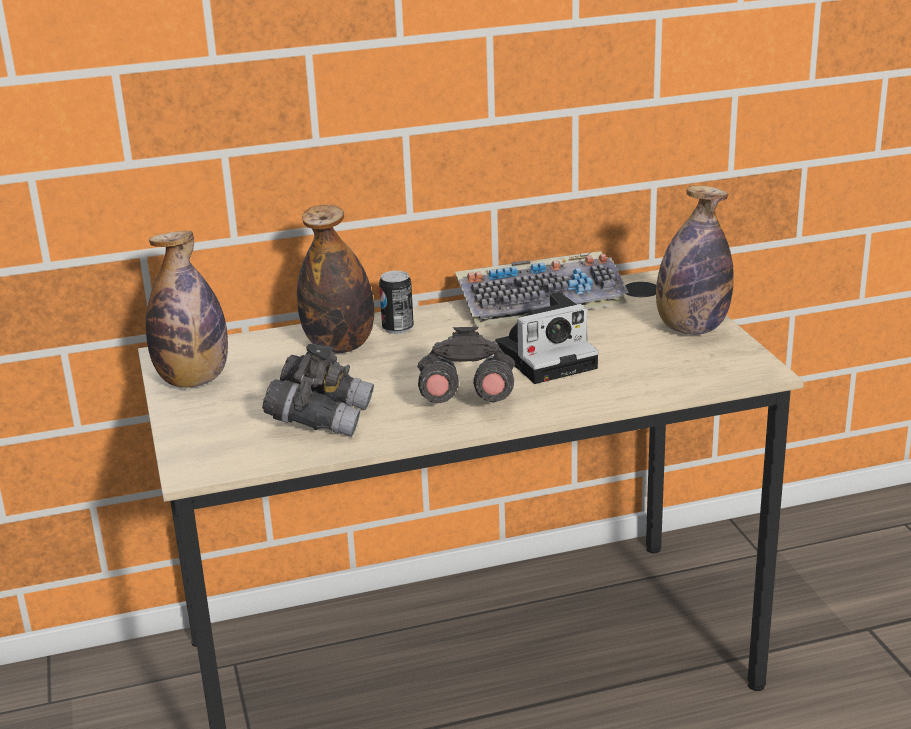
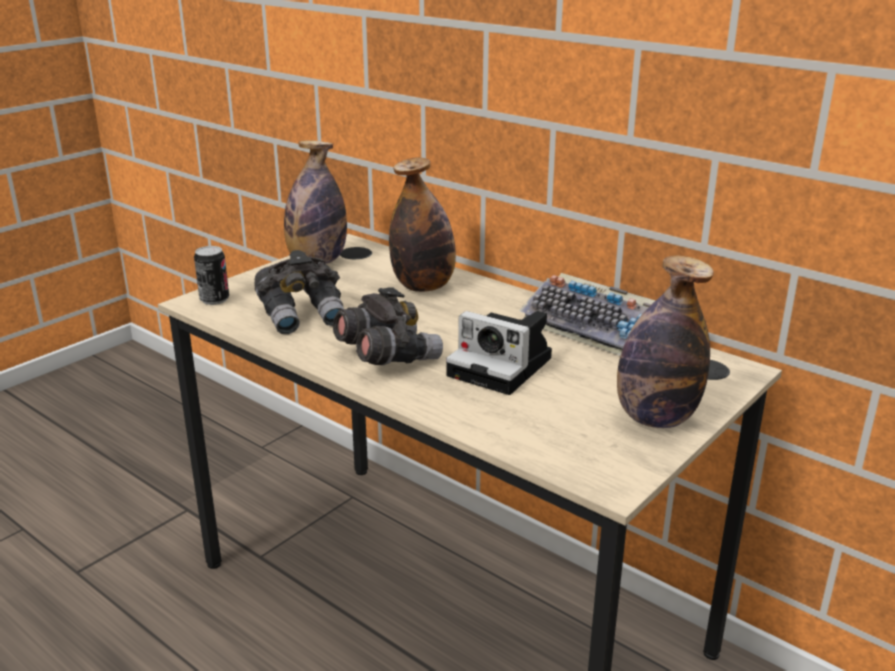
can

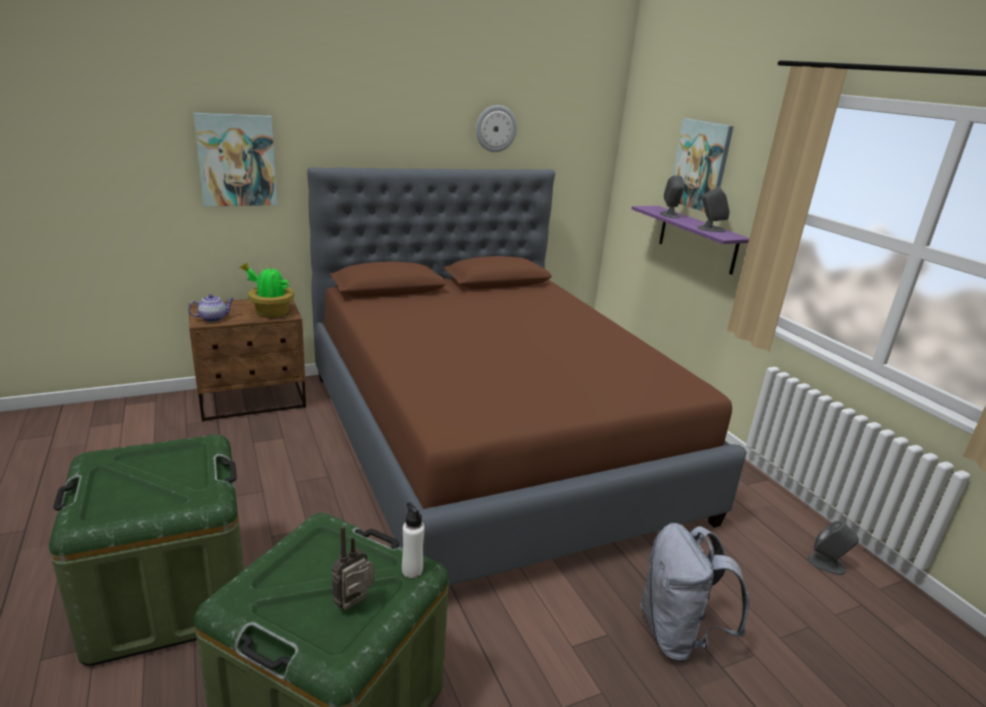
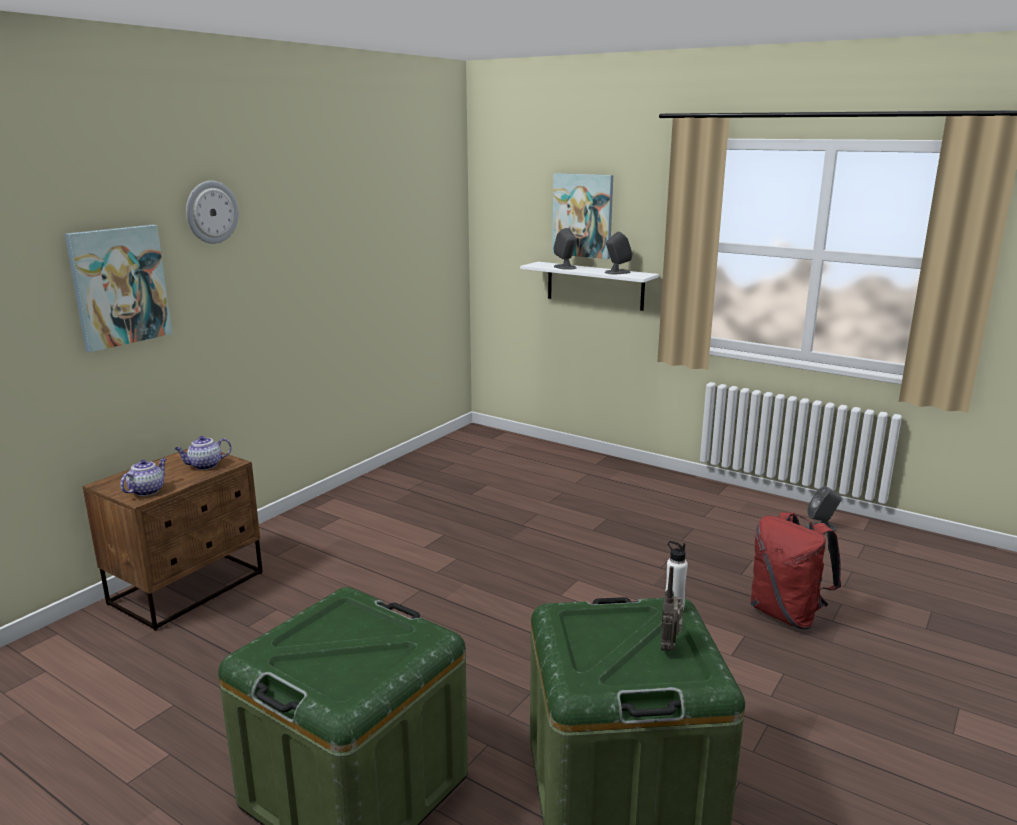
wall_clock; brown_bed; white_shelf; teapot (2nd from left); red_backpack

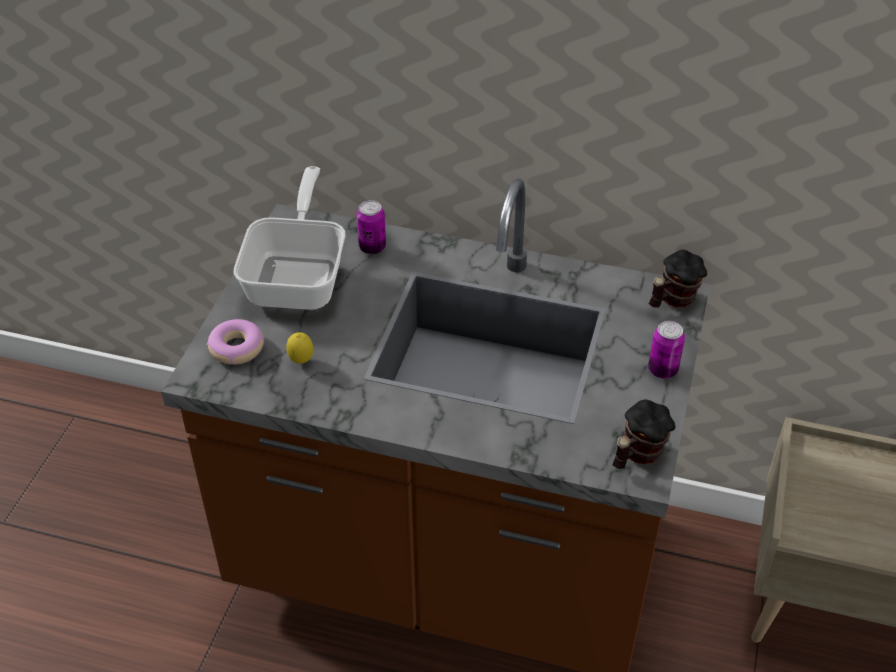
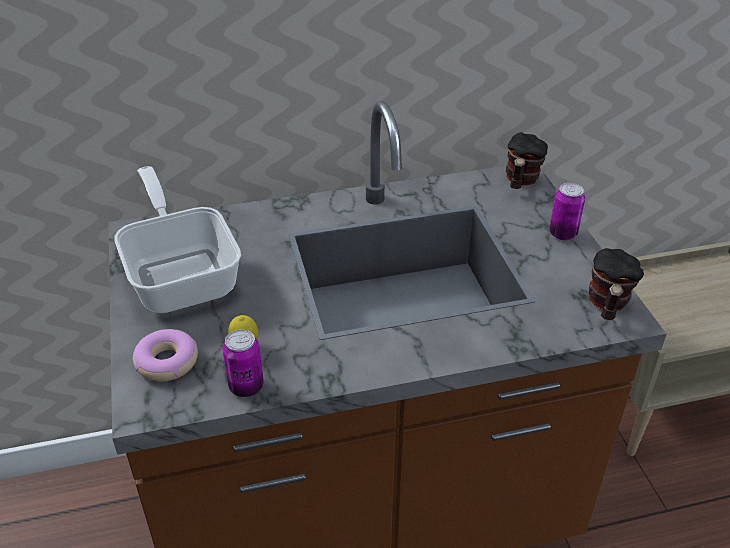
can (1st from left)

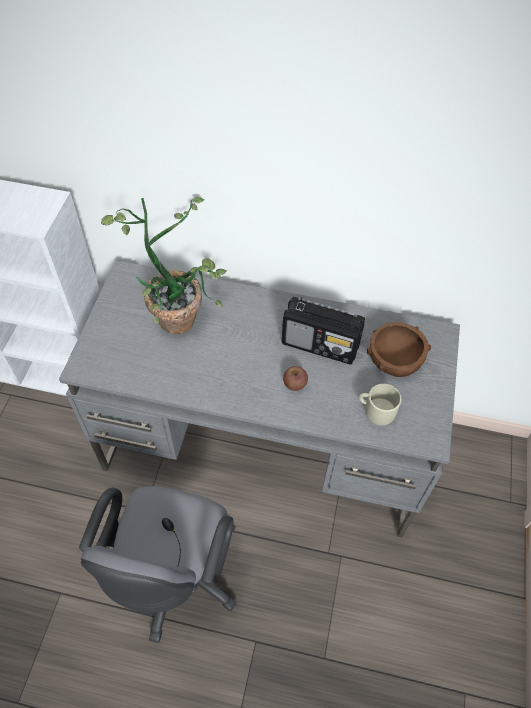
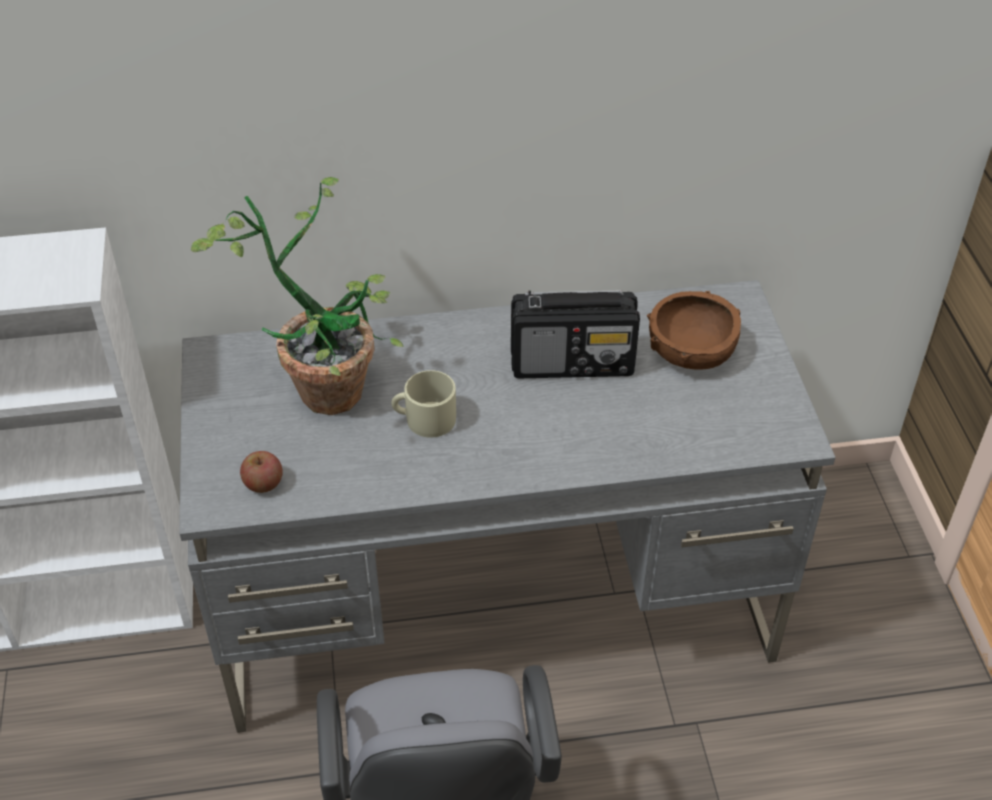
apple; beige_mug

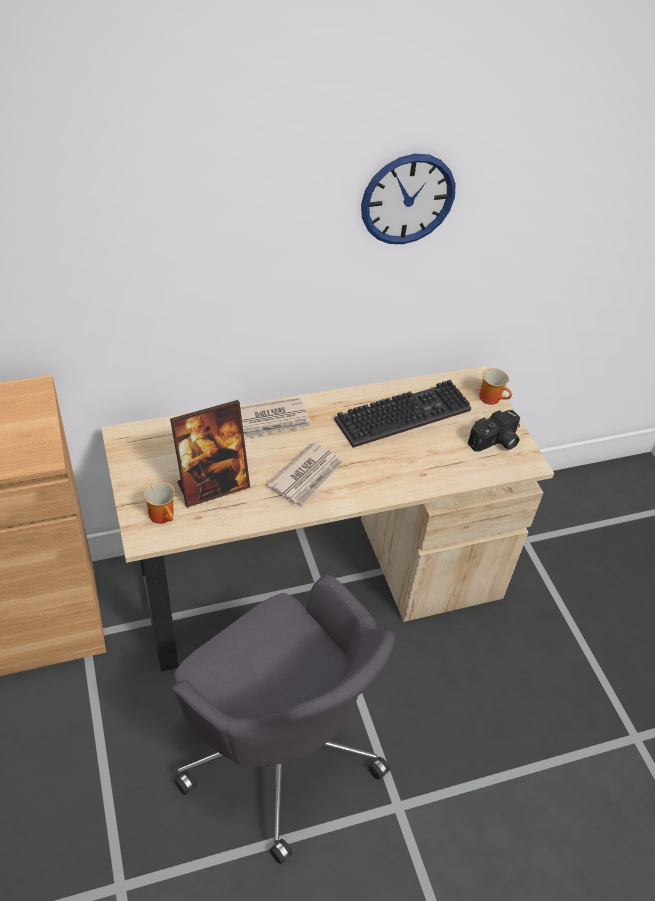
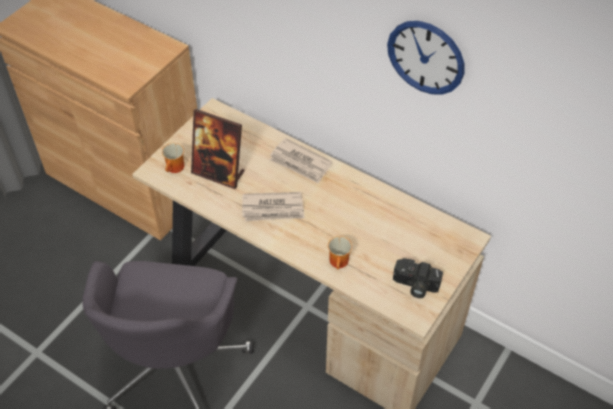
mug (2nd from left); keyboard

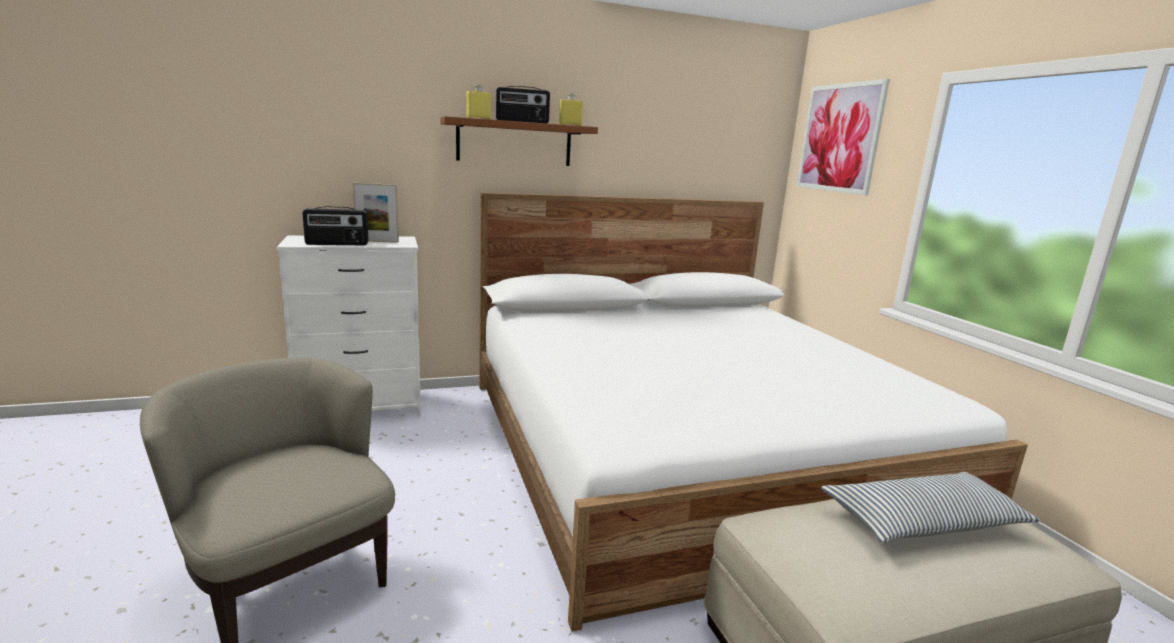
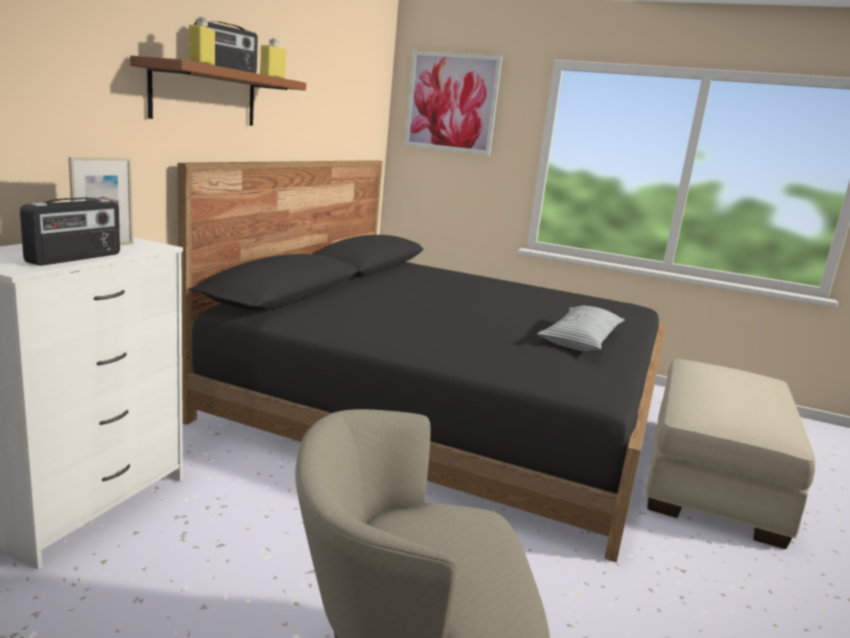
black_bed; pillow

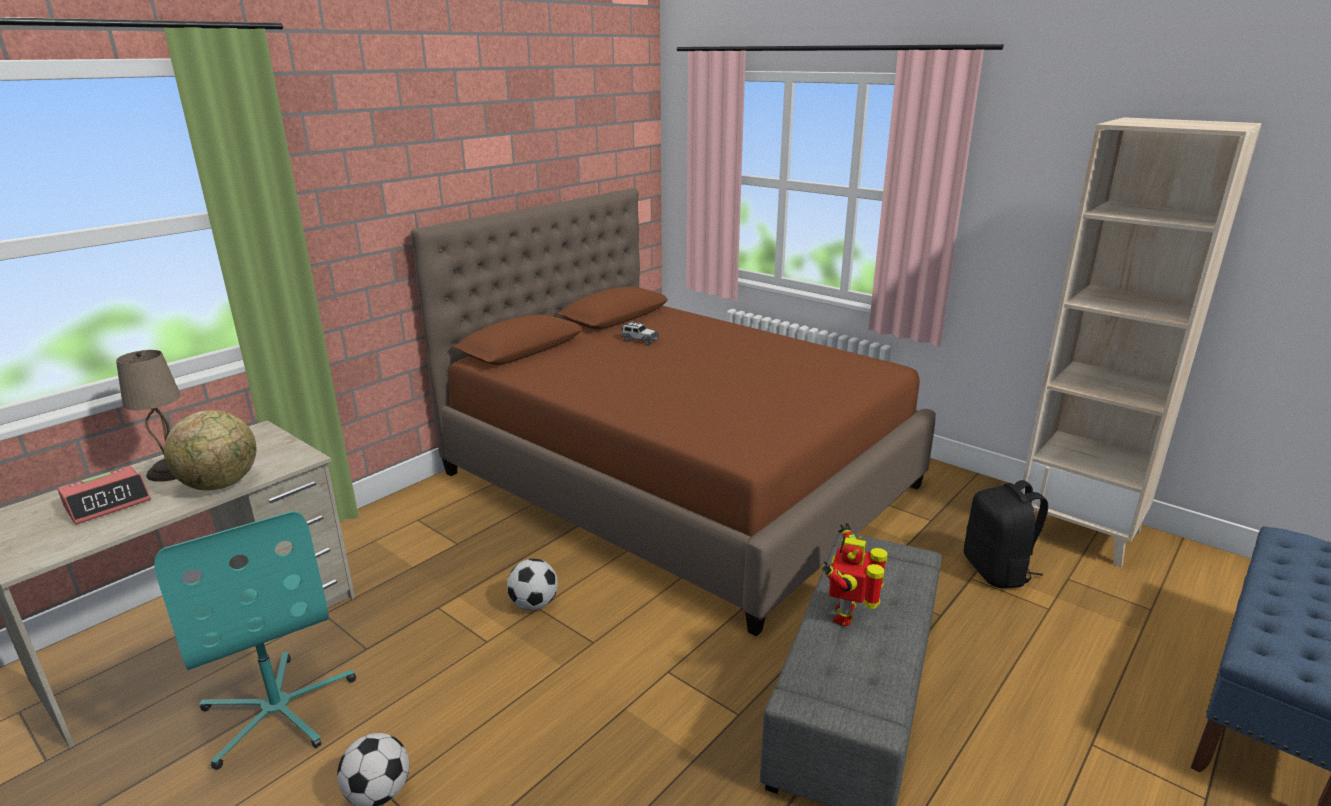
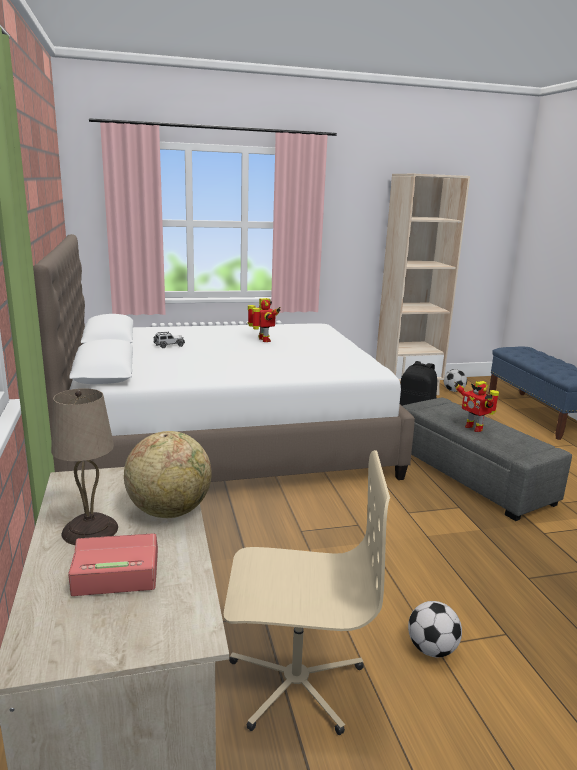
white_bed; alarm_clock; beige_office_chair; football (2nd from left); toy_robot (1st from left)

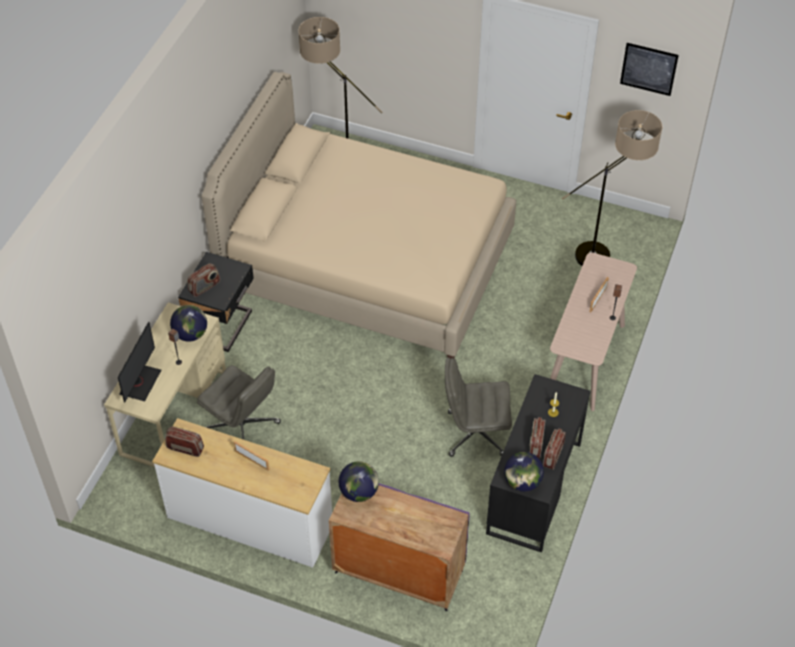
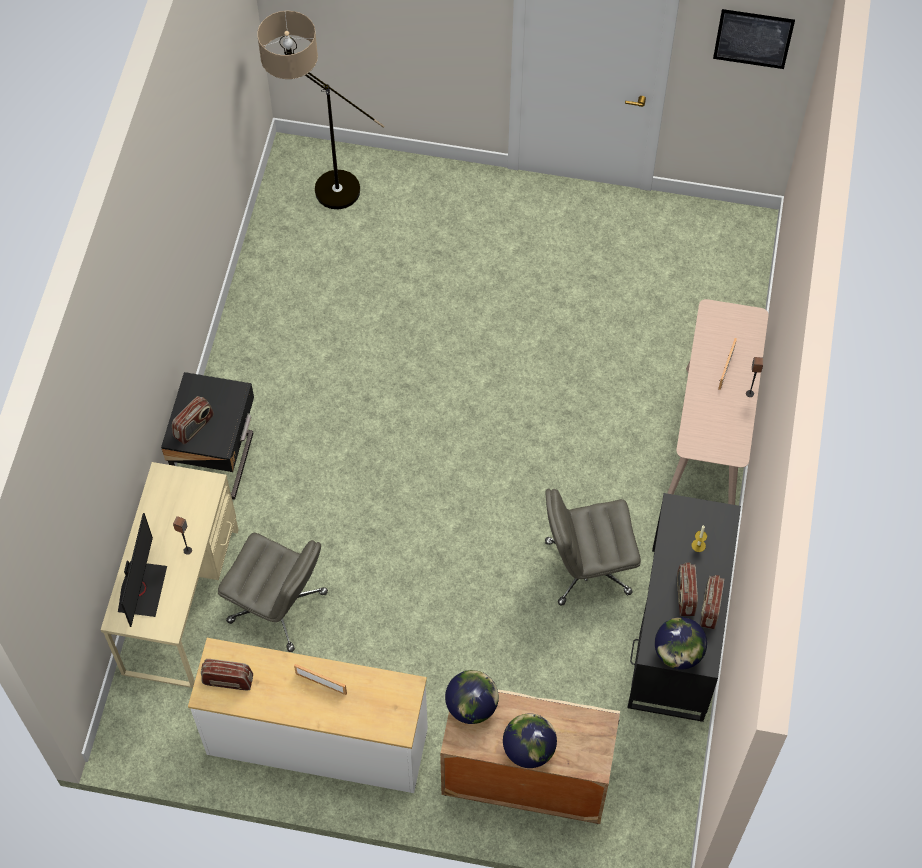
beige_bed; floor_lamp (2nd from left in the first image); globe (2nd from left); beige_cabinet

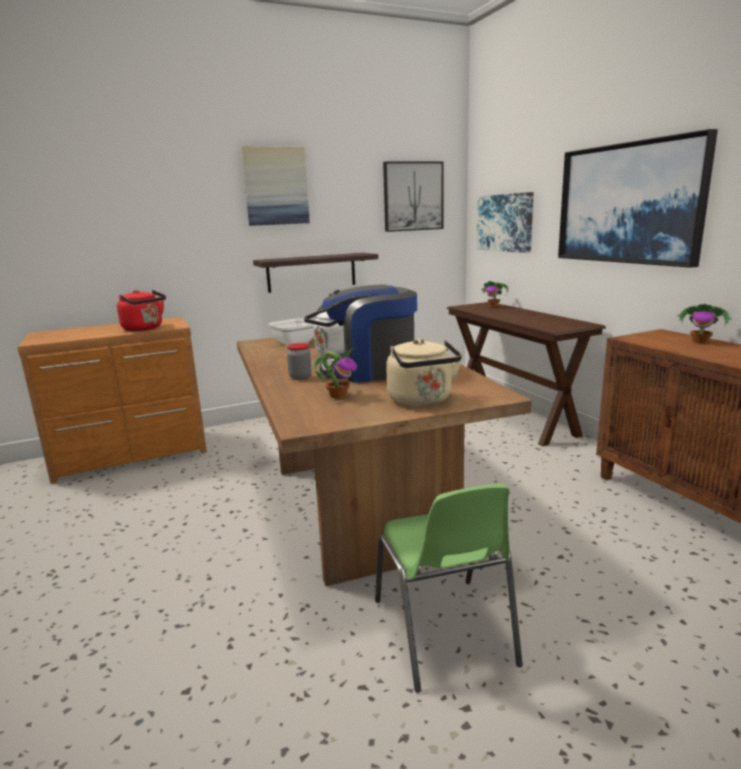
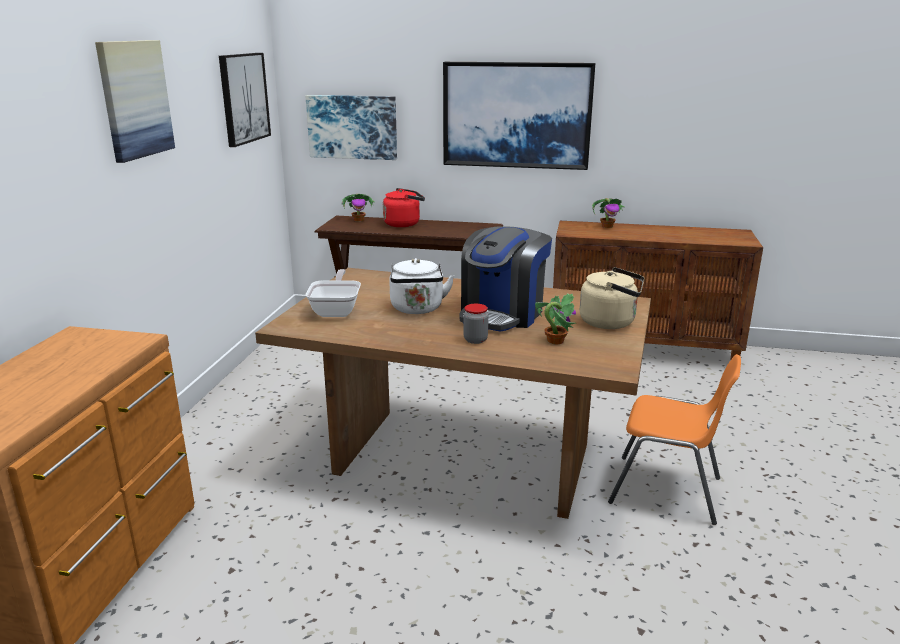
shelf; red_kettle; orange_chair

